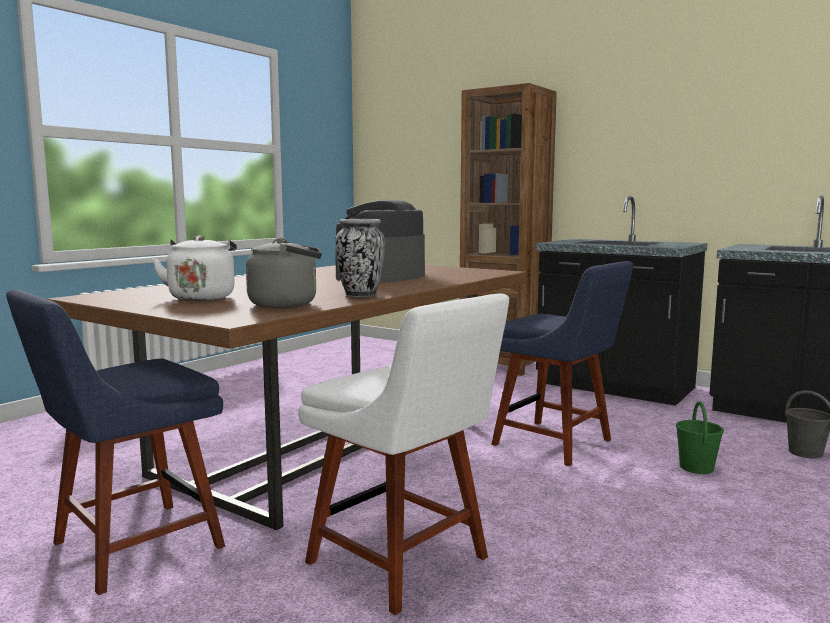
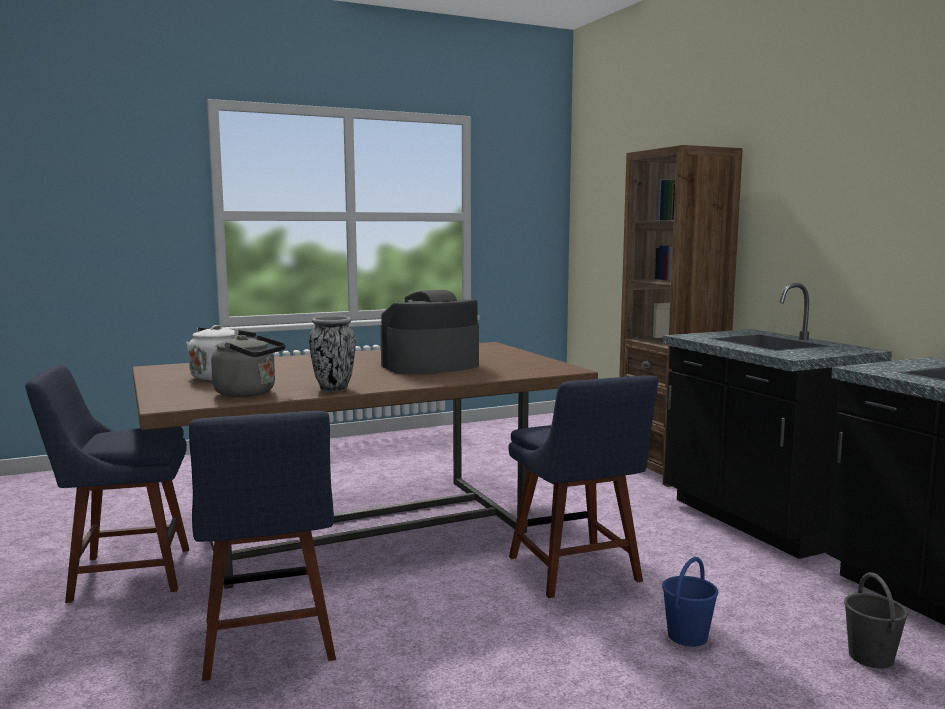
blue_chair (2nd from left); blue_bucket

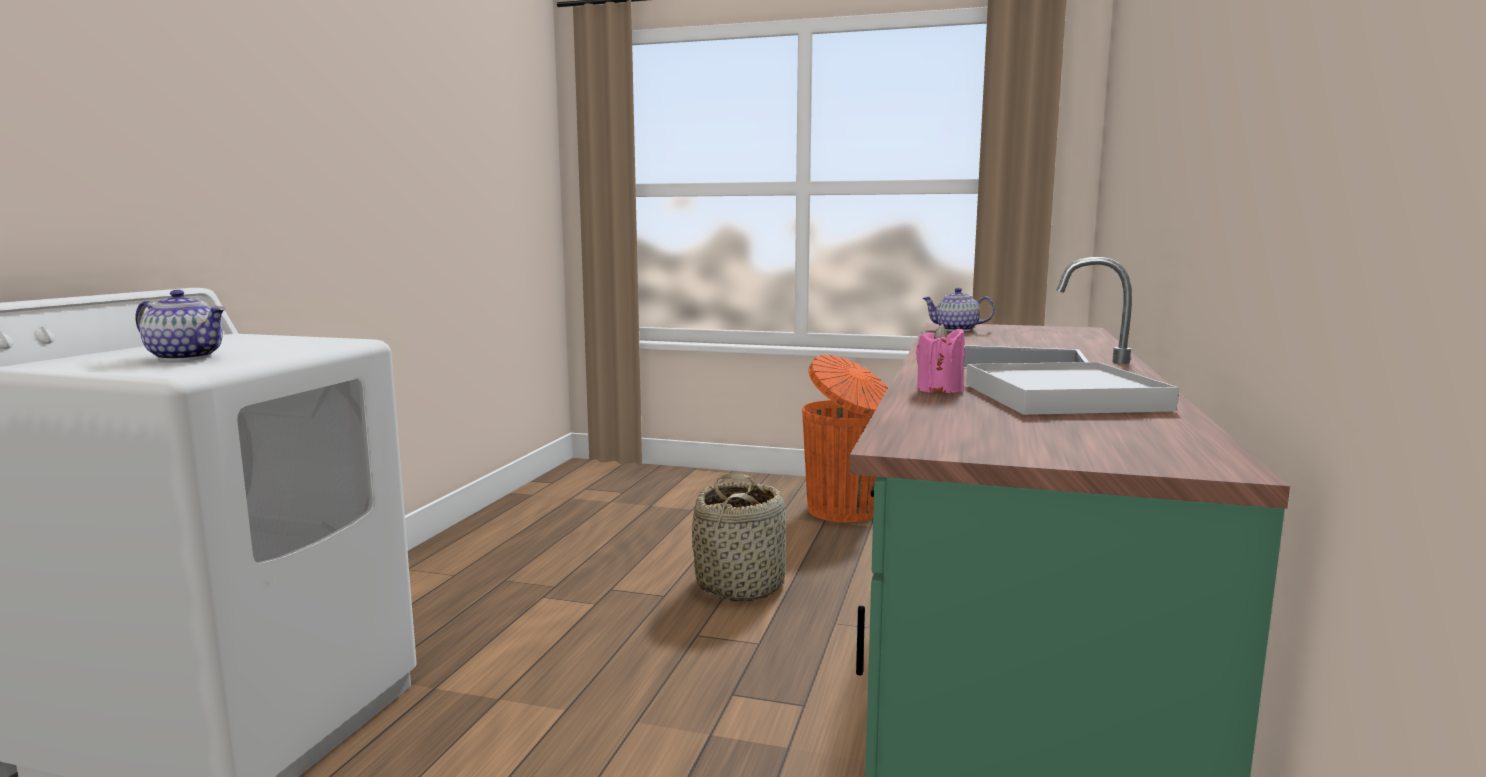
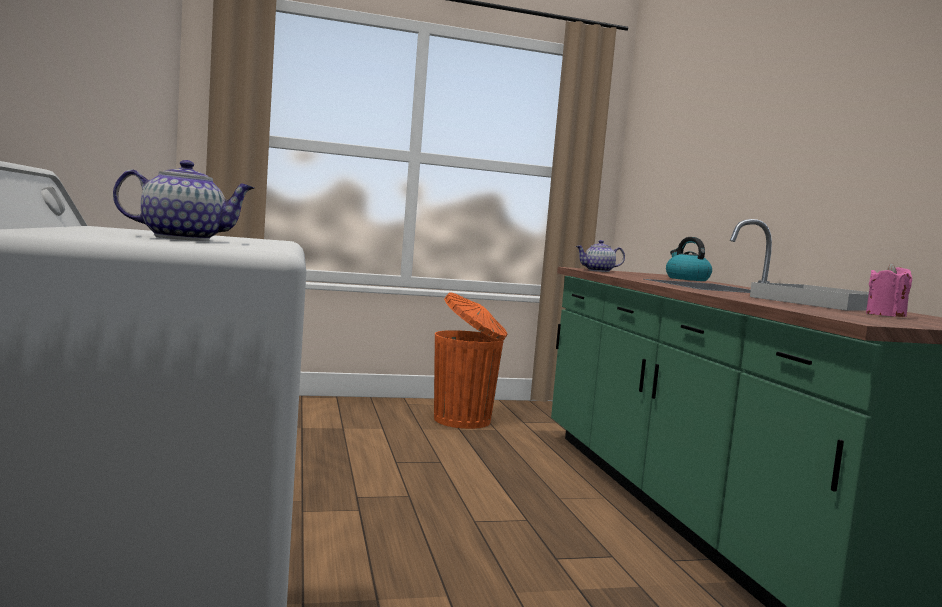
pink_candle; basket; kettle

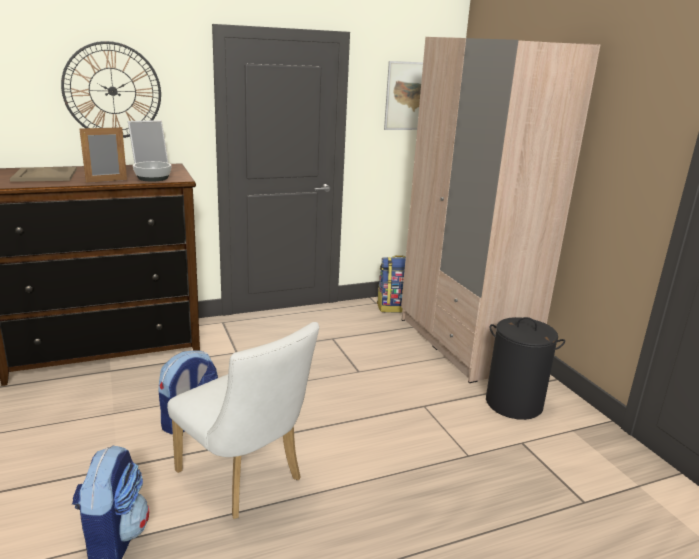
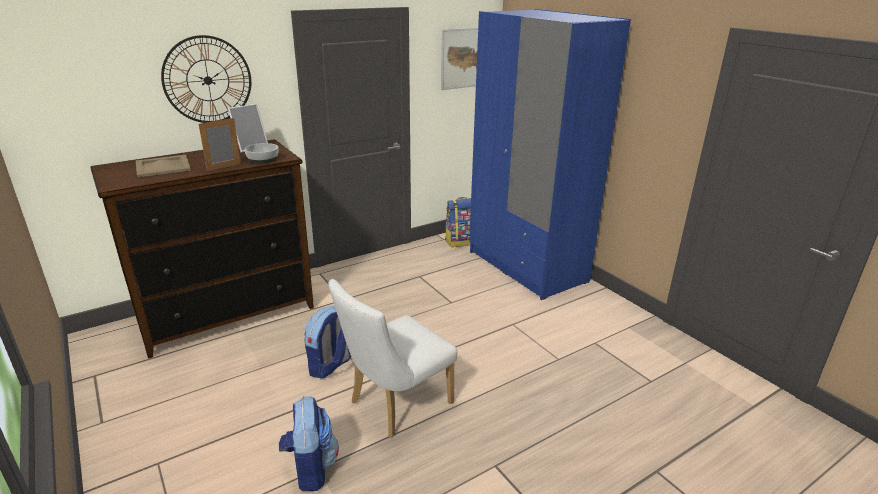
blue_wardrobe; black_laundry_basket; white_chair

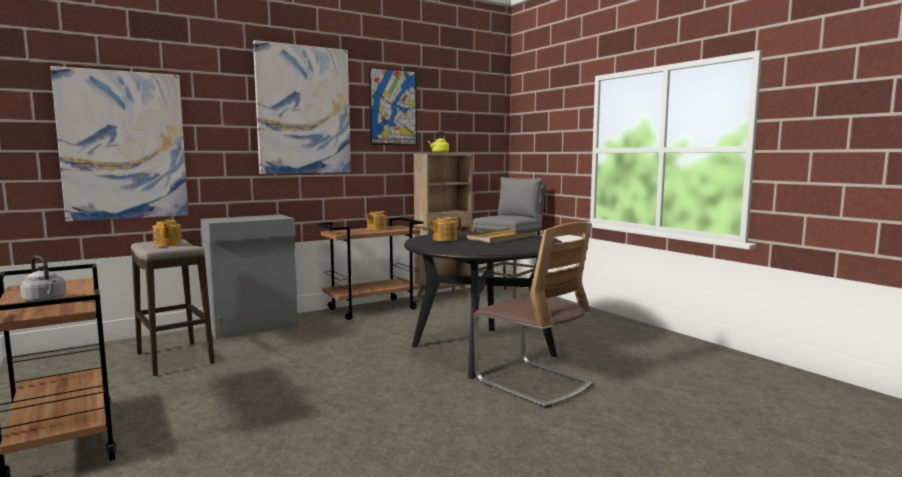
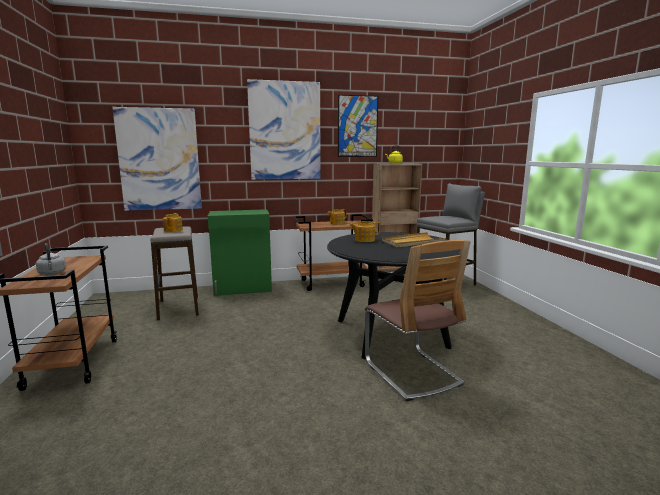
green_cabinet

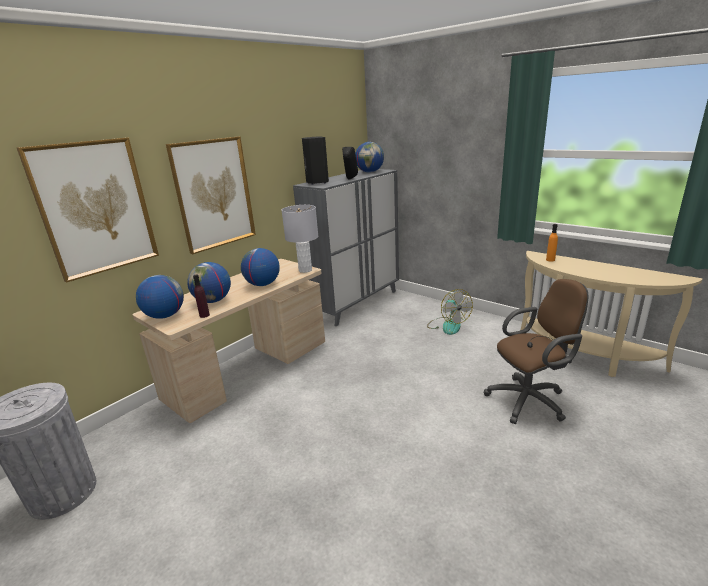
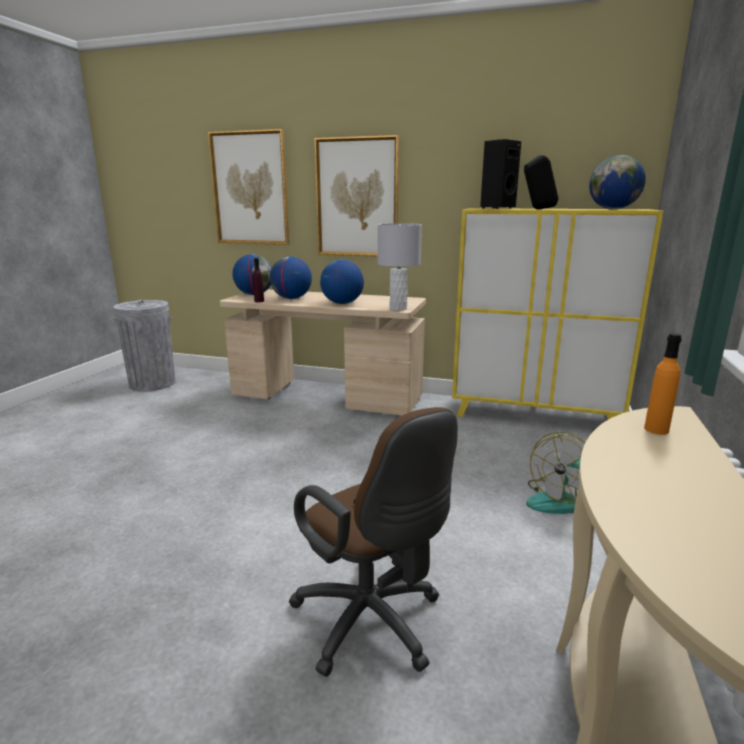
yellow_cabinet

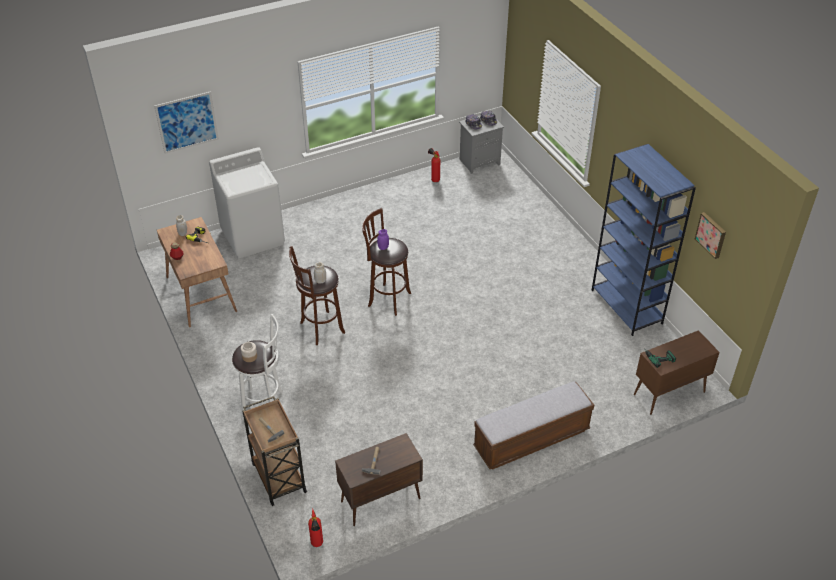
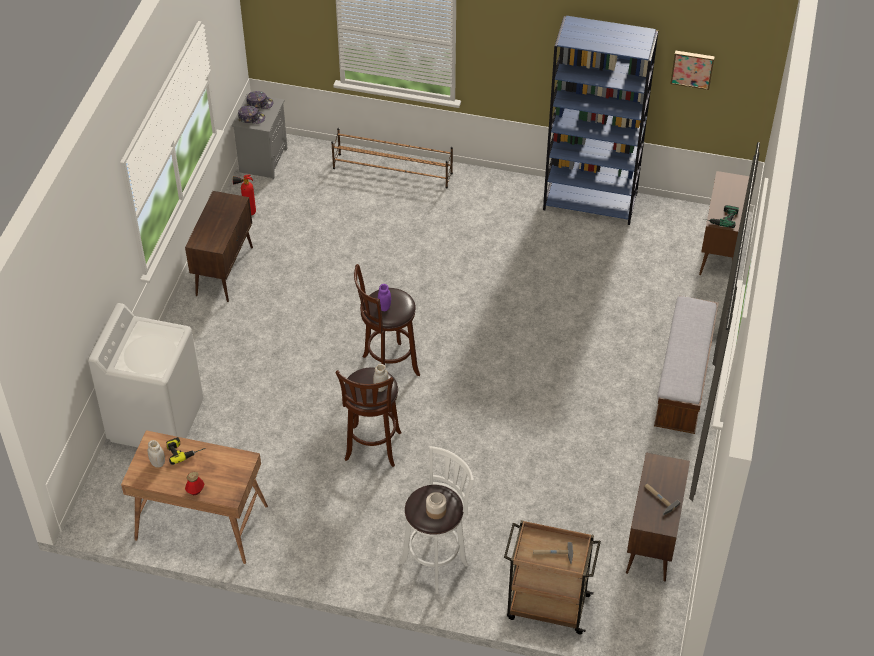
picture (1st from left in the first image); fire_extinguisher (1st from left in the first image); brown_shoe_rack; brown_cabinet (1st from left)

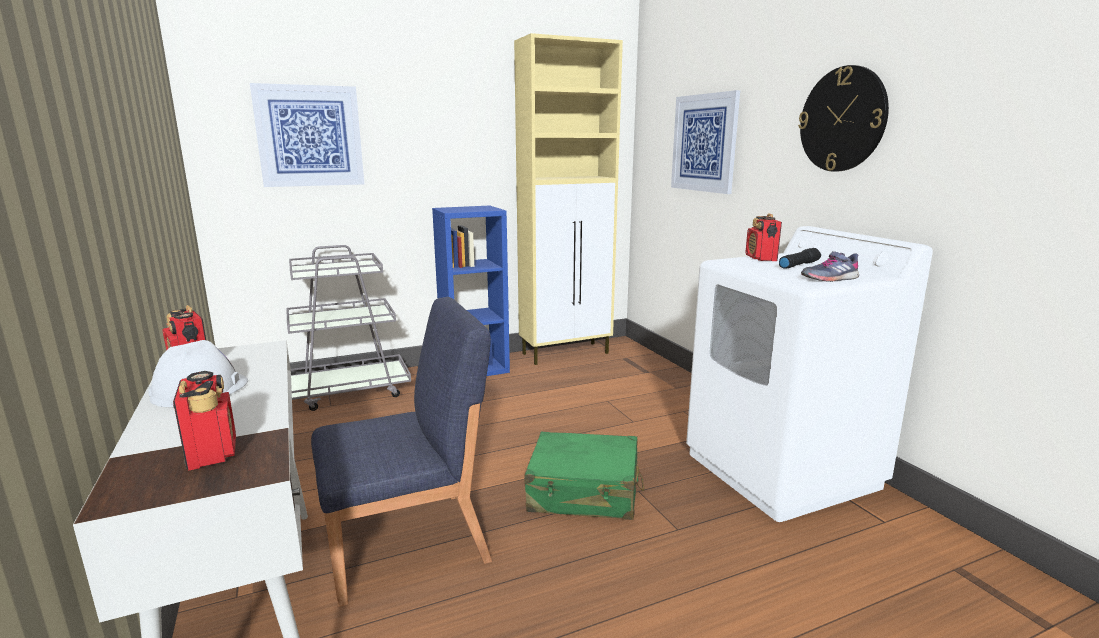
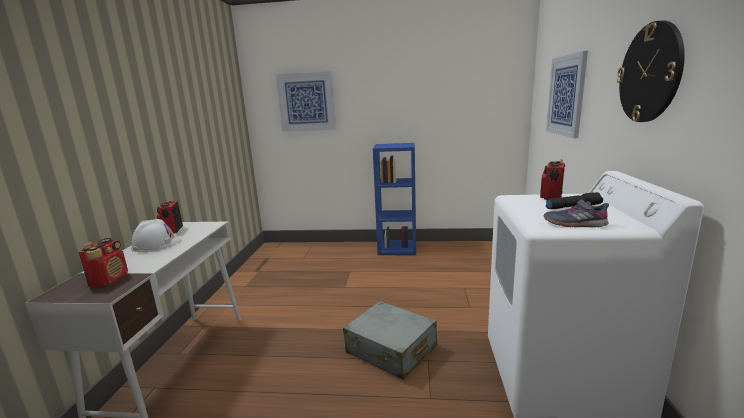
beige_cabinet; grey_cart; blue_chair; grey_suitcase

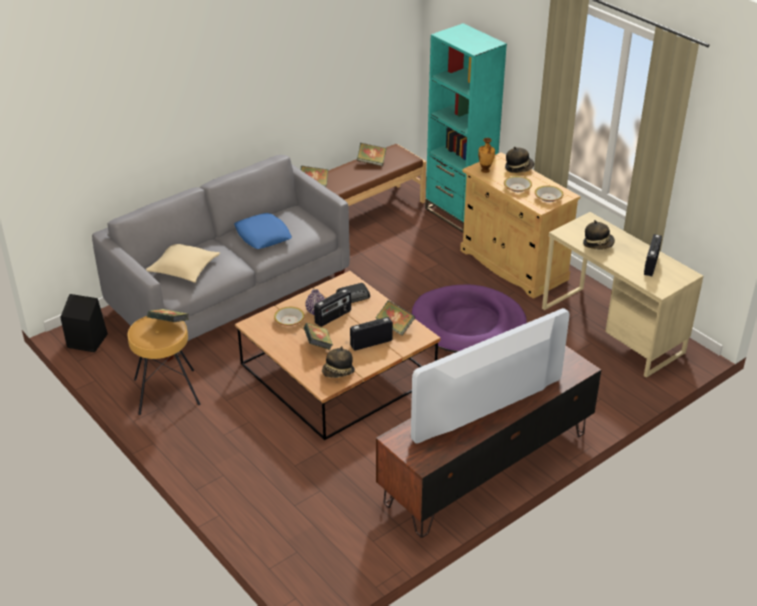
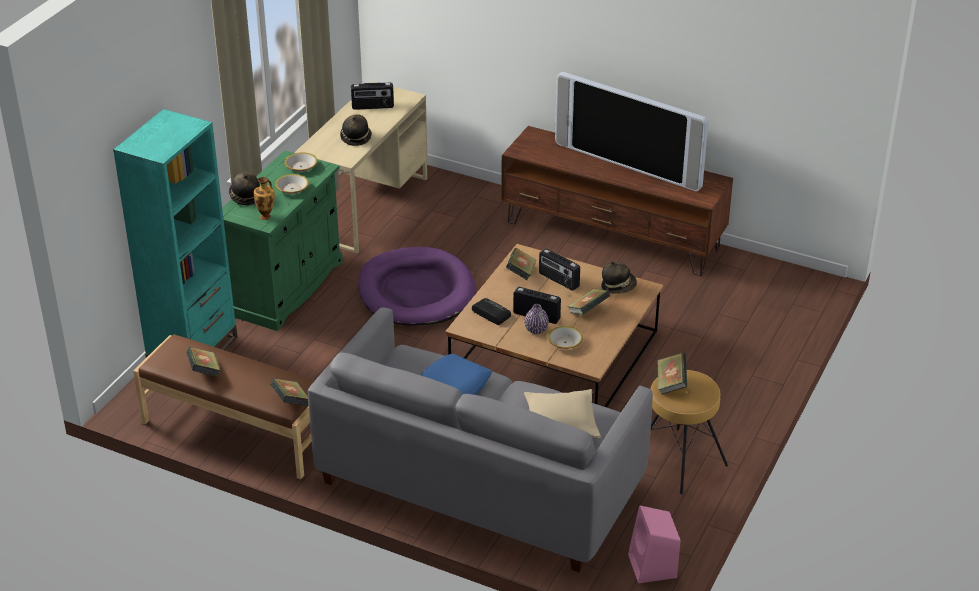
green_cabinet; pink_speaker

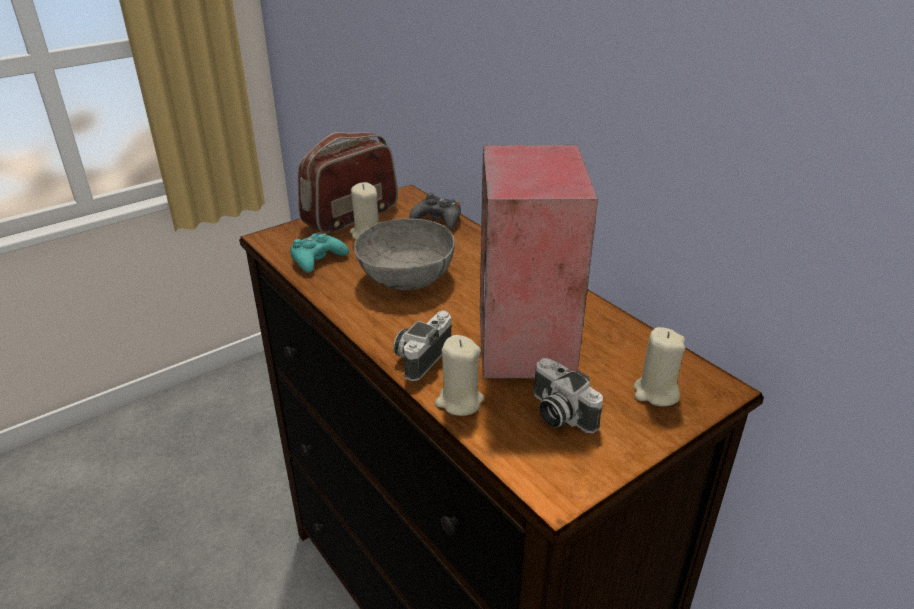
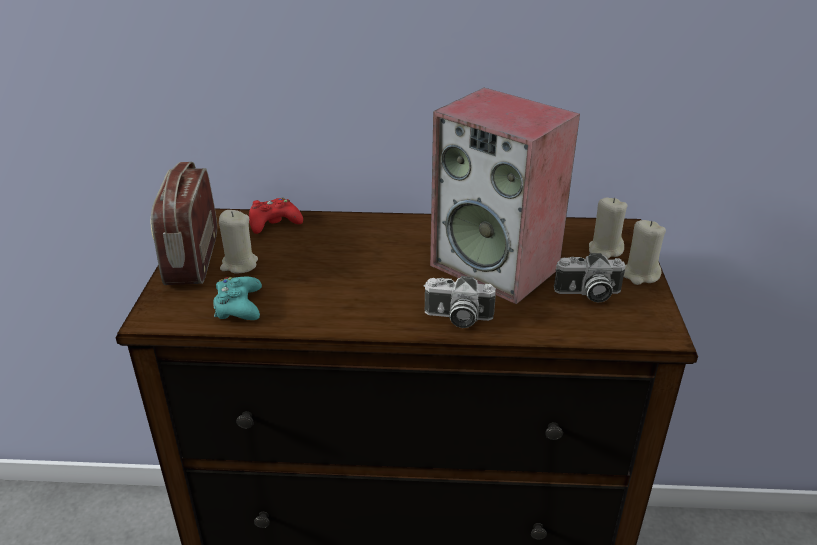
red_game_controller; grey_bowl; photo_camera (1st from left); beige_candle (3rd from left)

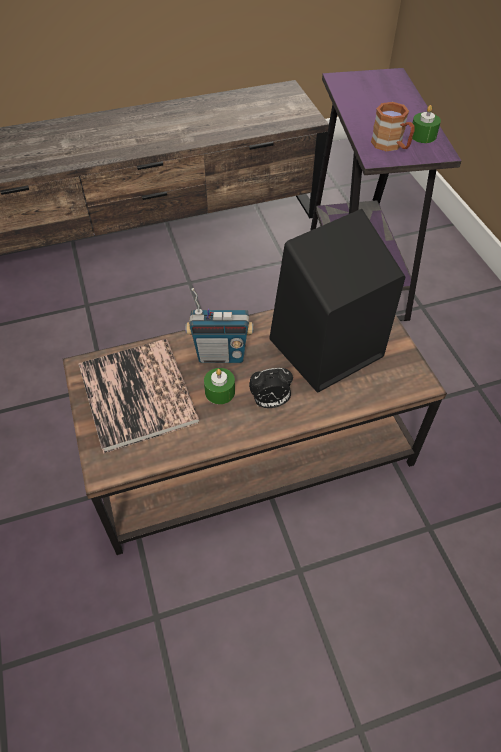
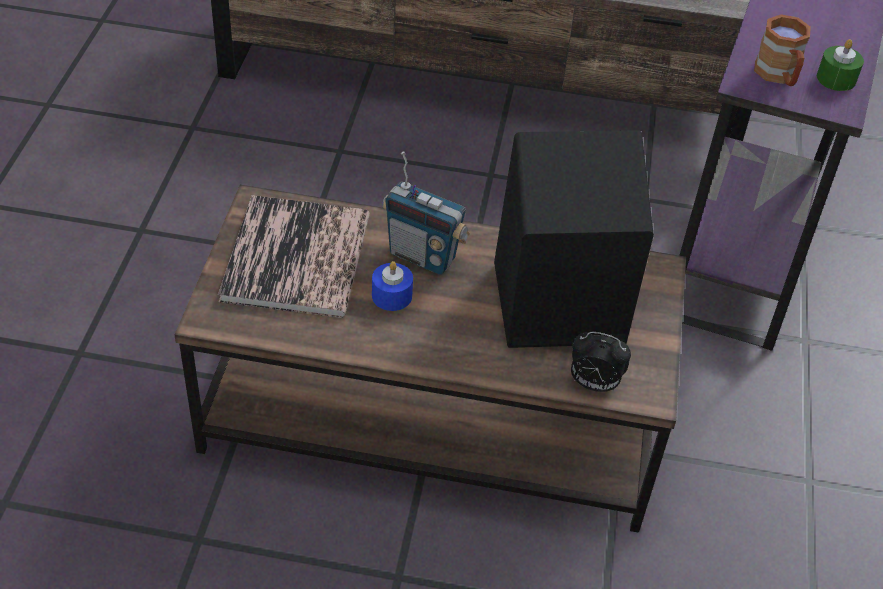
blue_candle; alarm_clock

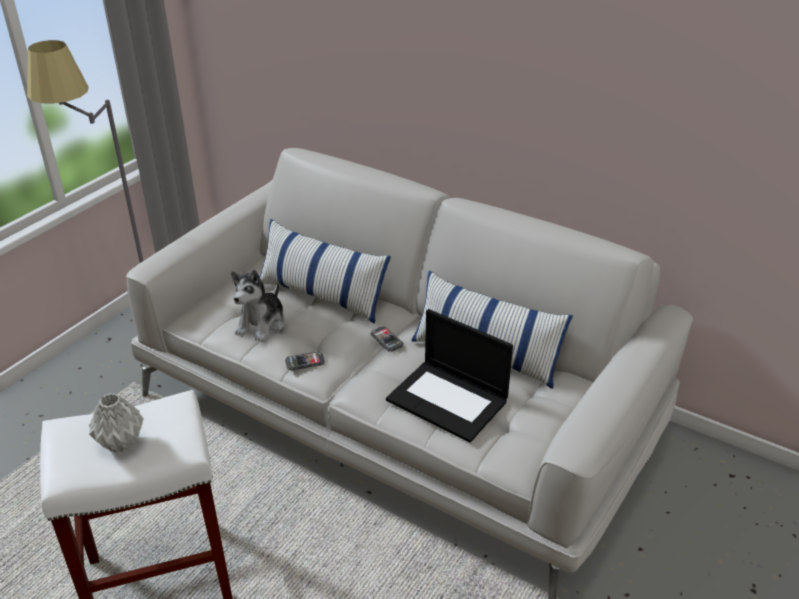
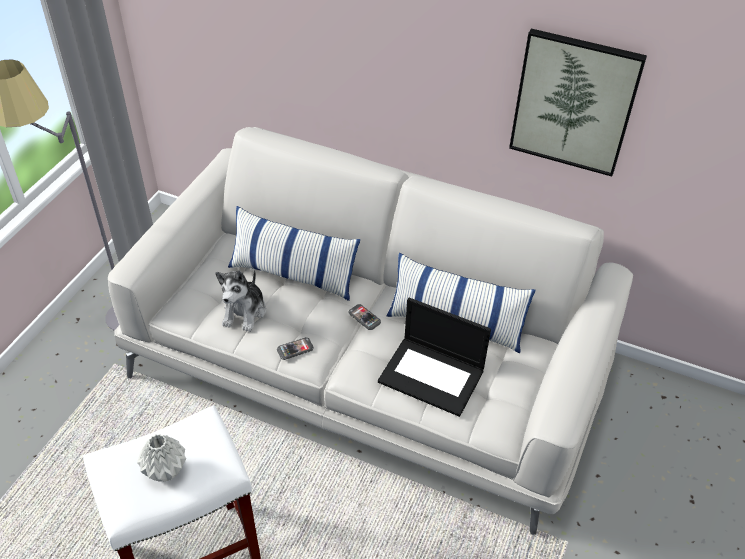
picture

